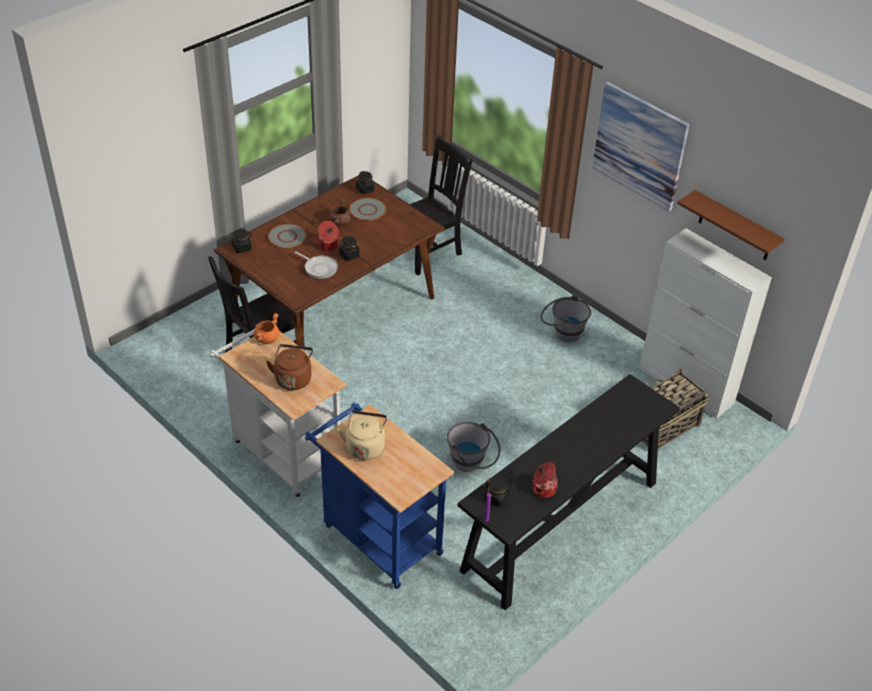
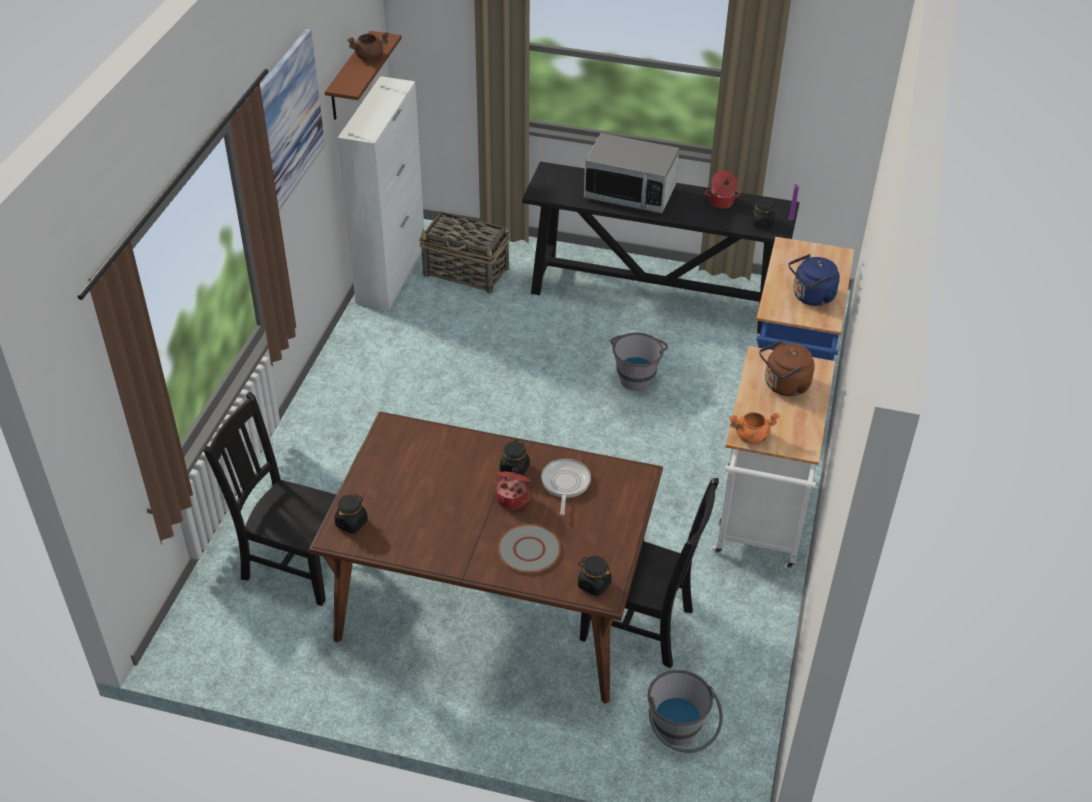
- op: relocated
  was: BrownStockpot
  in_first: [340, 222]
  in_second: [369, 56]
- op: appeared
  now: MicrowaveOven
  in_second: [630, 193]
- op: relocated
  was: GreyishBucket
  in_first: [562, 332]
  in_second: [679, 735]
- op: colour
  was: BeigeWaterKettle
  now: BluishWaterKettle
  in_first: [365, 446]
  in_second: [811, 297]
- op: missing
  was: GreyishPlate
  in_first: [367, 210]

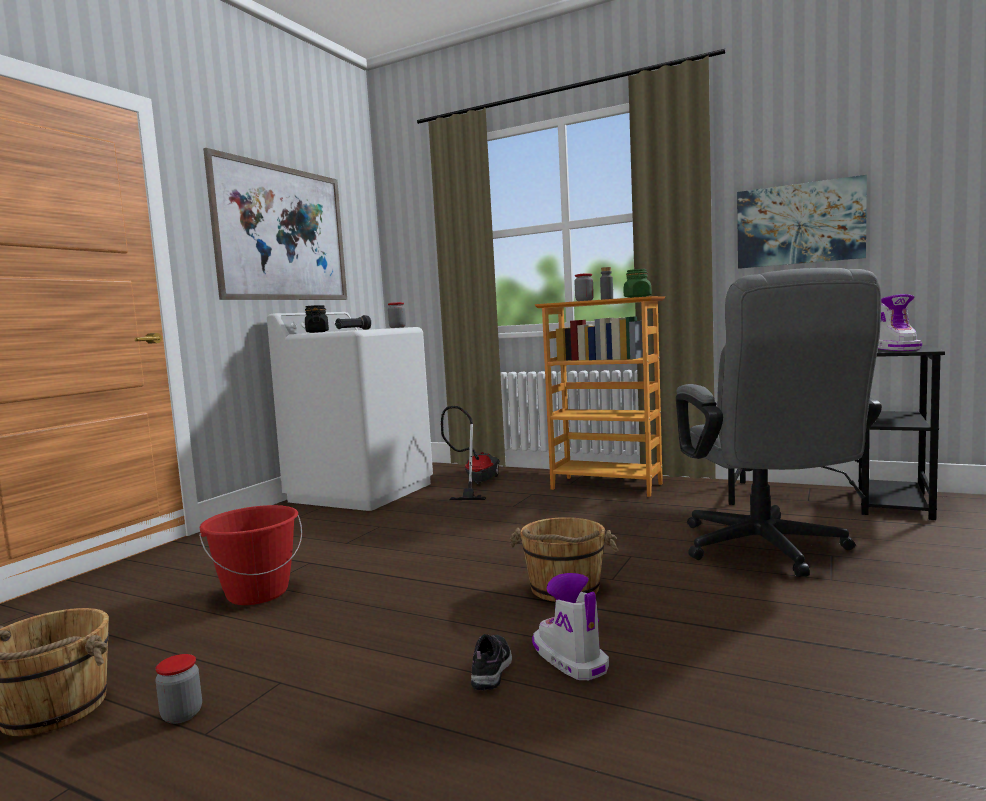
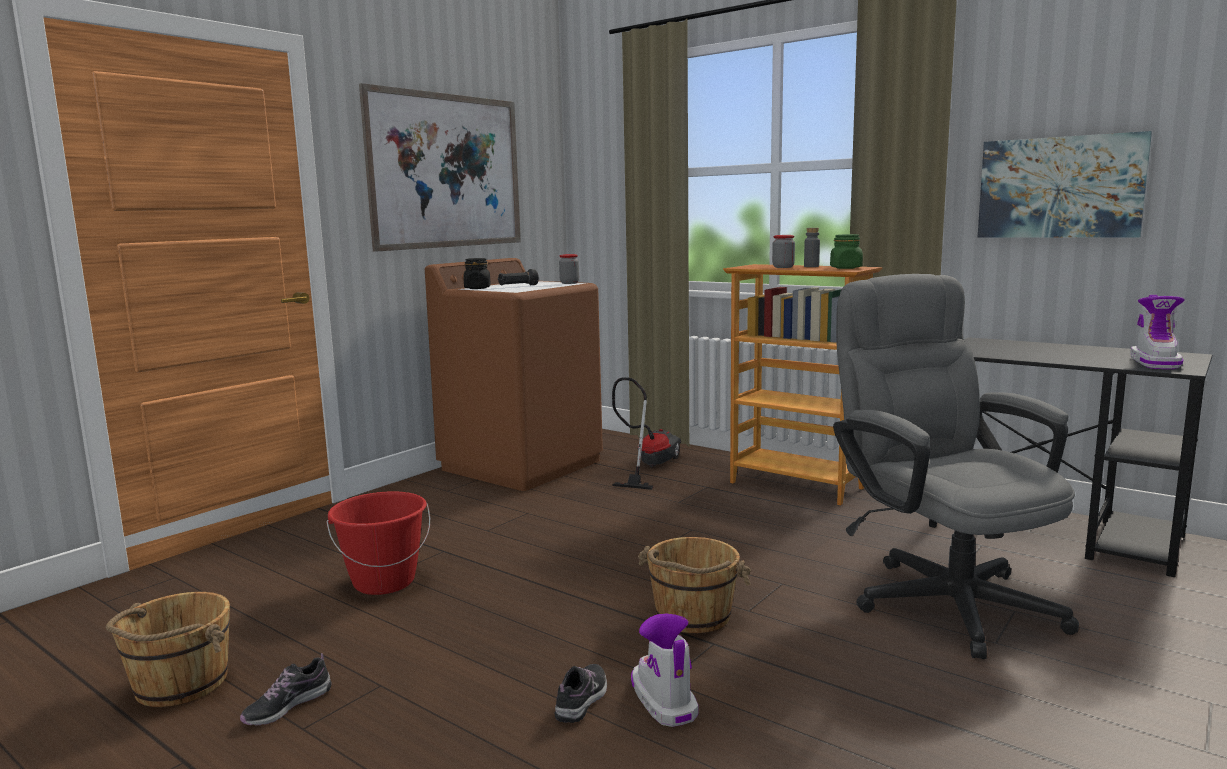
- op: exchanged
  was: StorageJar
  now: LowShoe
  in_first: [182, 715]
  in_second: [287, 706]
- op: colour
  was: WhiteLaundryMachine
  now: BrownLaundryMachine
  in_first: [361, 492]
  in_second: [522, 465]
- op: spun
  was: GreyishOfficeChair
  in_first: [768, 551]
  in_second: [942, 596]
  clockwise: 150

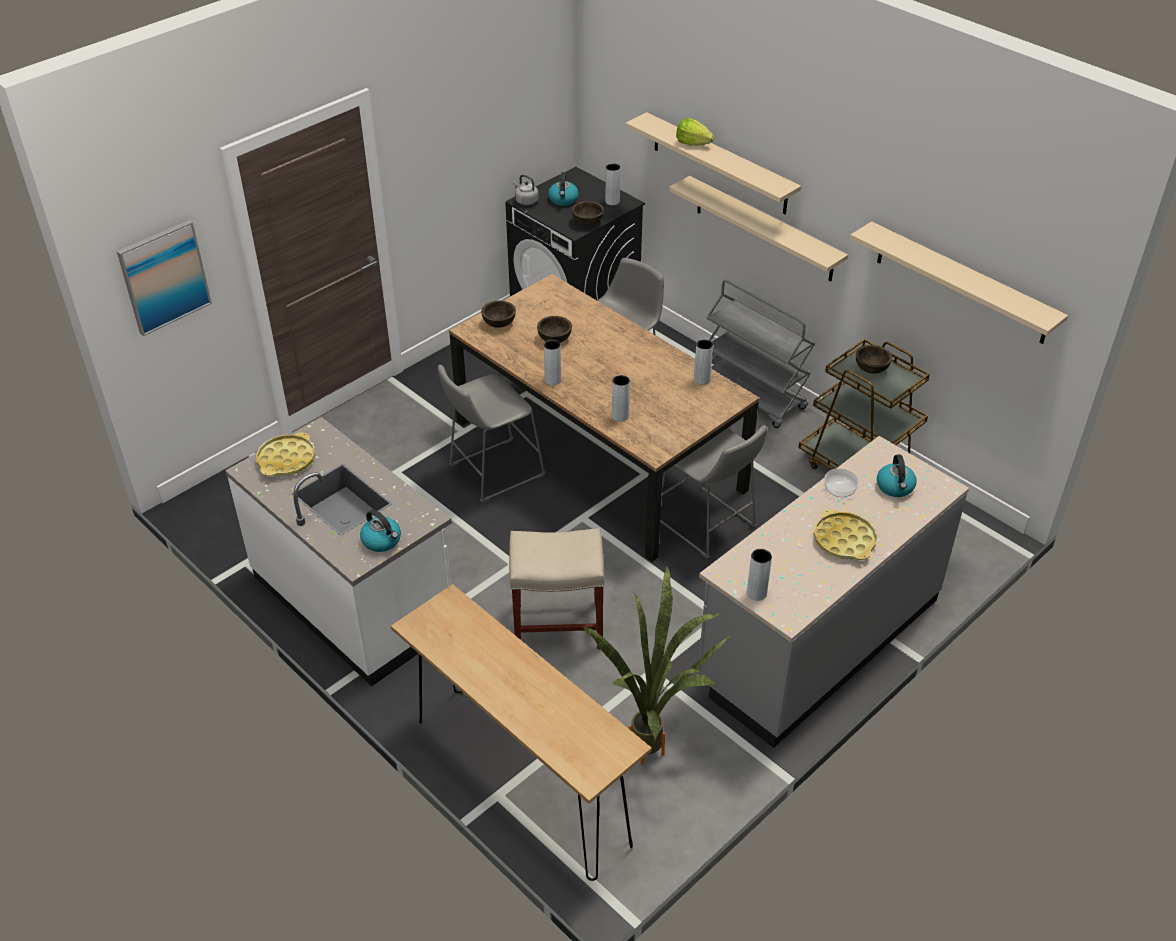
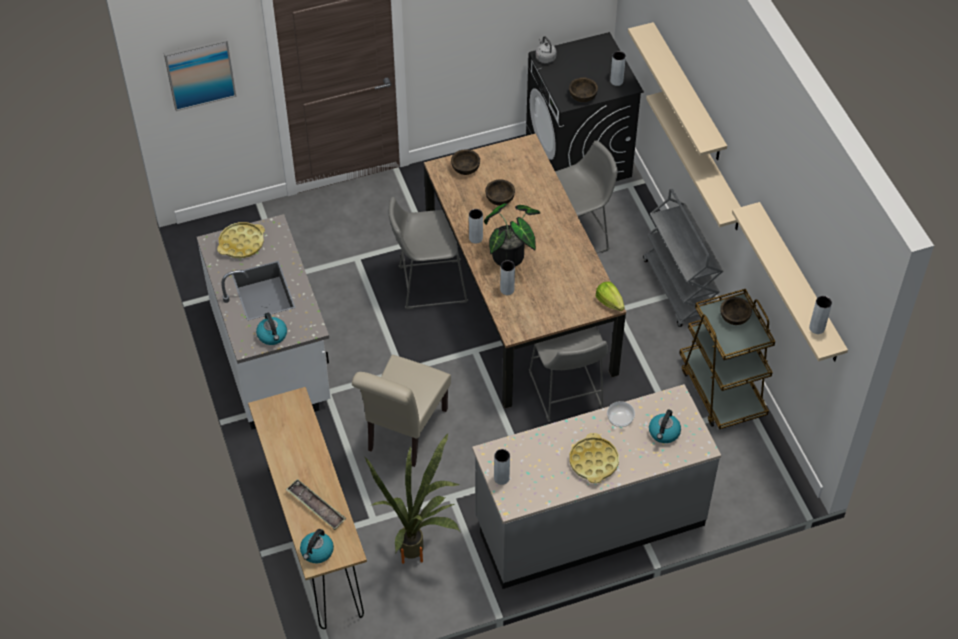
- op: appeared
  now: ServingTray
  in_second: [316, 507]
- op: relocated
  was: WaterKettle
  in_first: [563, 200]
  in_second: [317, 552]
- op: exchanged
  was: BeigeStoolSeat
  now: BeigePlainChair
  in_first: [556, 626]
  in_second: [404, 433]
- op: appeared
  now: PlantInAPot
  in_second: [512, 255]
- op: relocated
  was: Lettuce
  in_first: [693, 143]
  in_second: [609, 302]
- op: relocated
  was: GreyishDecorativeVase
  in_first: [702, 380]
  in_second: [817, 328]

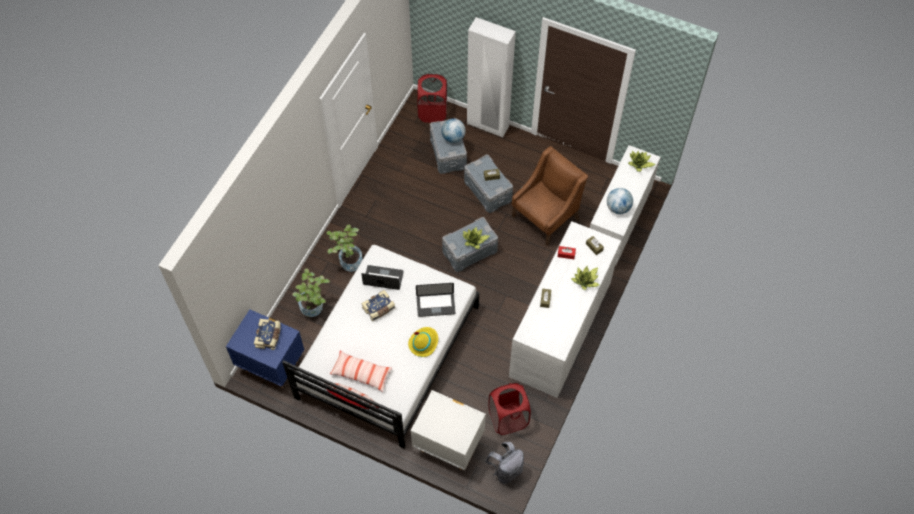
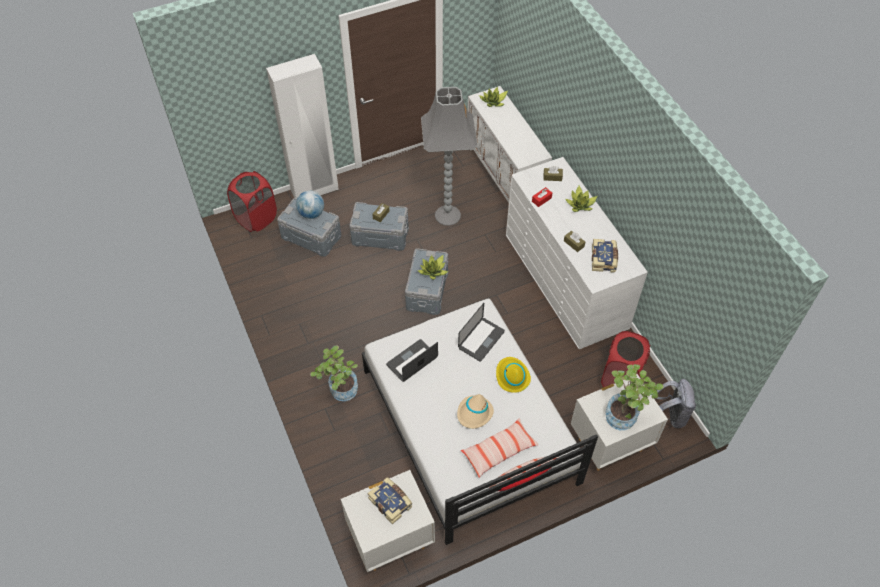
- op: colour
  was: BluishNightstand
  now: WhiteNightstand
  in_first: [272, 365]
  in_second: [391, 540]
- op: exchanged
  was: BrownArmchair
  now: GreyishStandingLamp
  in_first: [546, 217]
  in_second: [448, 215]
- op: appeared
  now: BeigeWearableHat
  in_second: [474, 413]
- op: relocated
  was: Book
  in_first: [379, 308]
  in_second: [604, 259]
- op: relocated
  was: PlantInAPot
  in_first: [314, 308]
  in_second: [624, 415]
- op: missing
  was: Globe
  in_first: [618, 208]

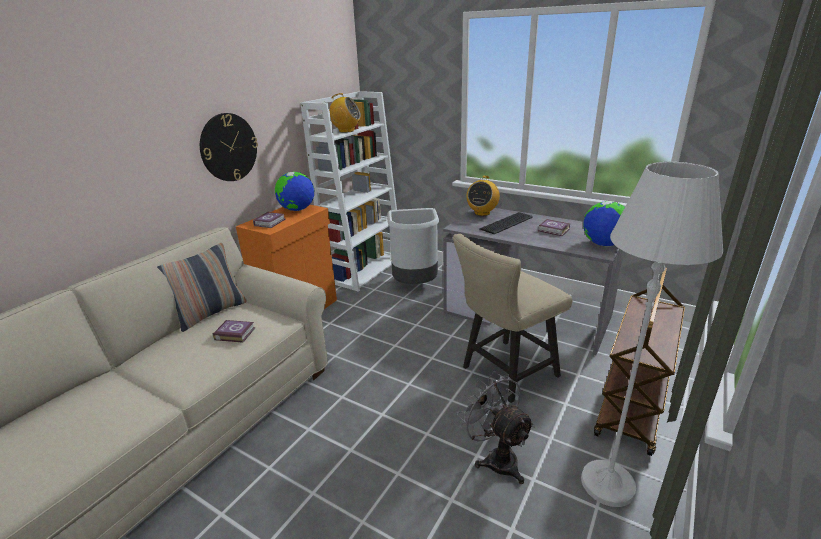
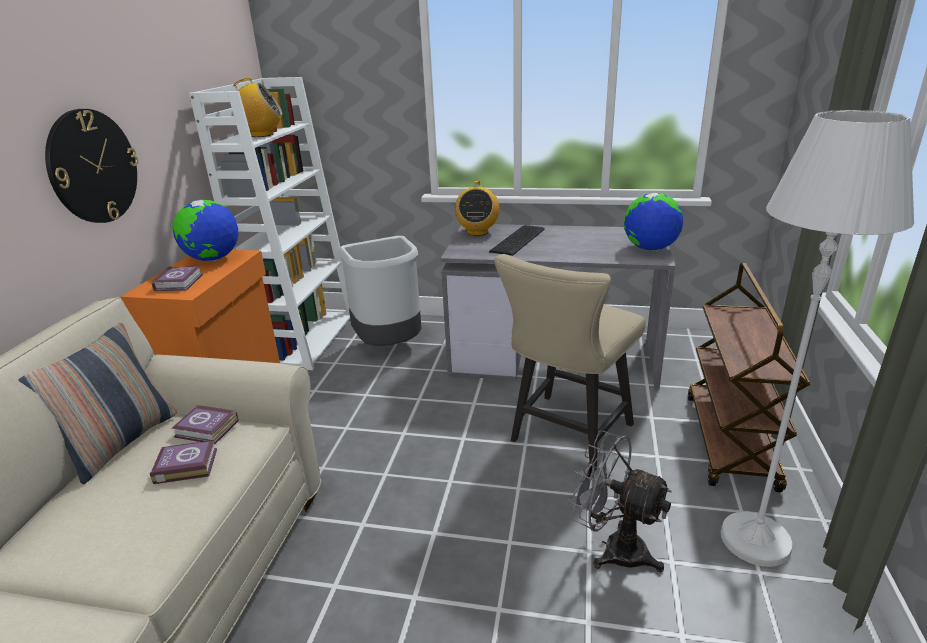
- op: relocated
  was: Book
  in_first: [554, 230]
  in_second: [207, 429]

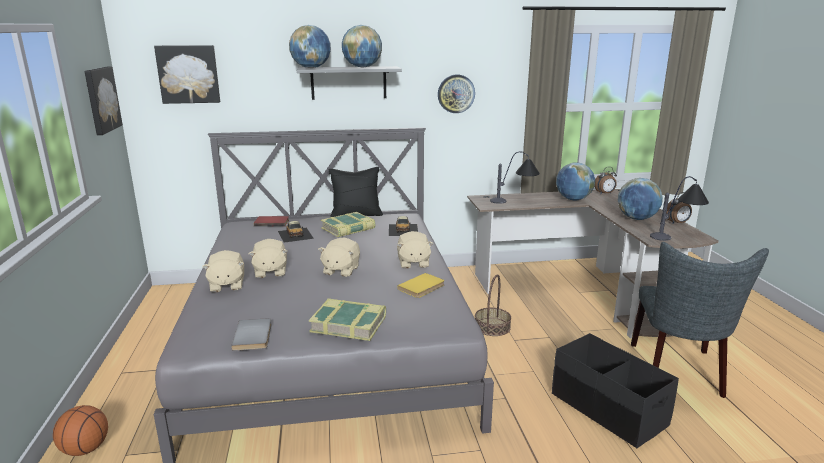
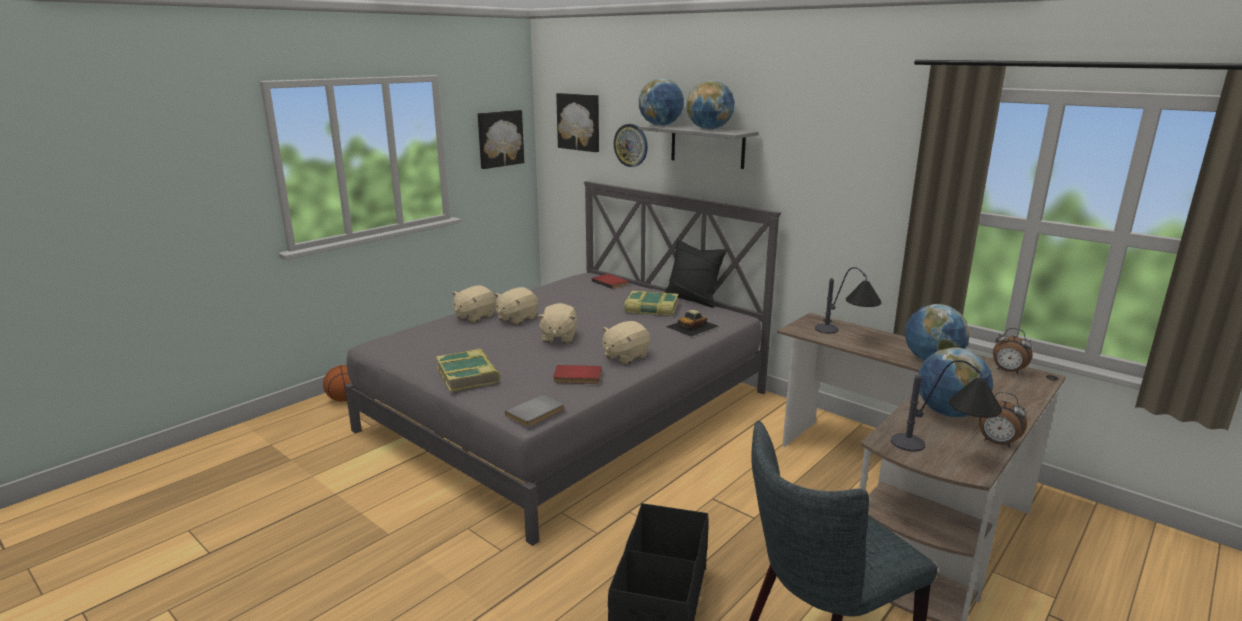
- op: relocated
  was: GreyishBook
  in_first: [254, 336]
  in_second: [537, 413]
- op: spun
  was: BeigePlushToy
  in_first: [340, 270]
  in_second: [558, 337]
  clockwise: -60
- op: colour
  was: YellowColouredBook
  now: RedColouredBook
  in_first: [422, 287]
  in_second: [577, 377]
- op: relocated
  was: ClockOnTheWall
  in_first: [456, 93]
  in_second: [631, 145]
- op: missing
  was: MiniatureCar
  in_first: [295, 234]
- op: missing
  was: Basket
  in_first: [492, 327]

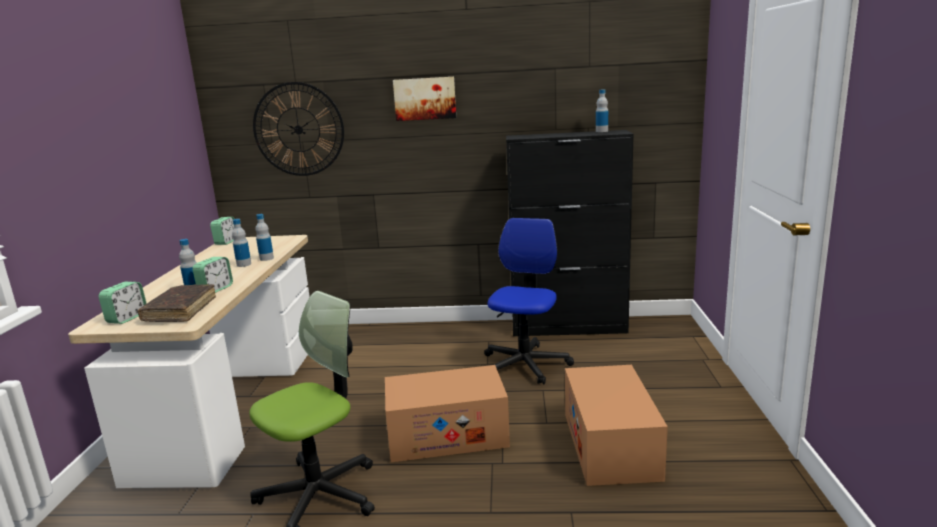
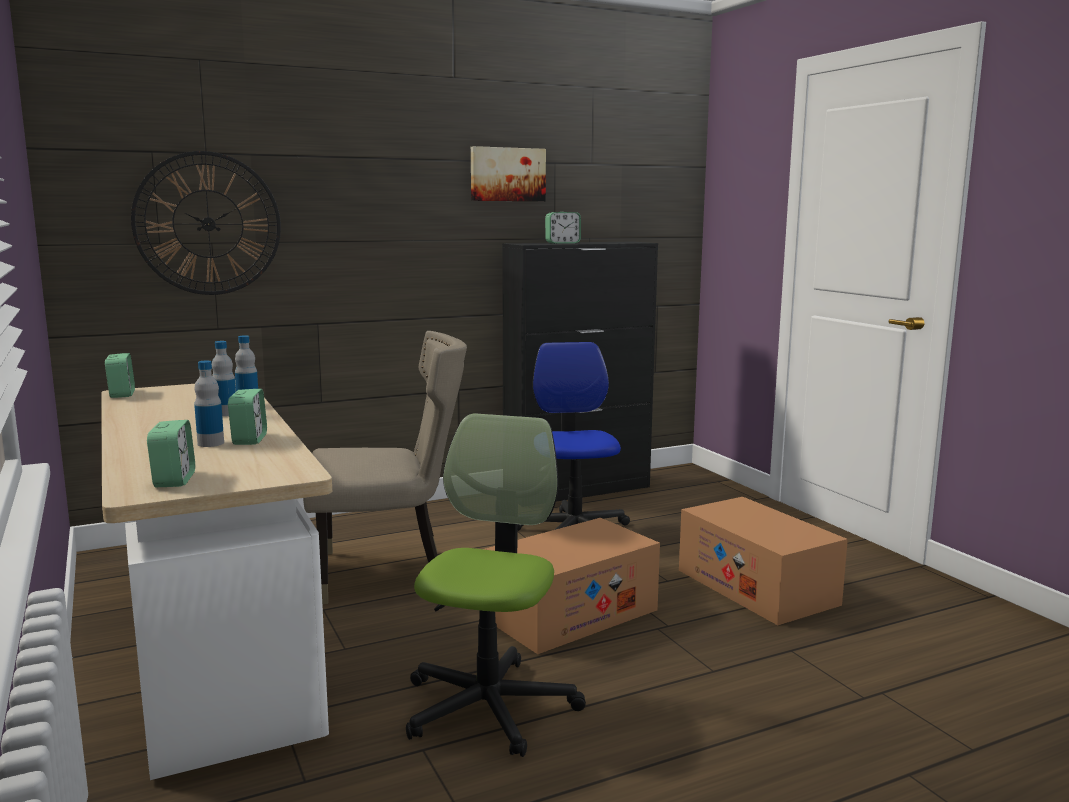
- op: appeared
  now: BeigePlainChair
  in_second: [388, 572]
- op: relocated
  was: WallArt
  in_first: [425, 98]
  in_second: [507, 174]
- op: appeared
  now: TableClock
  in_second: [562, 243]
- op: missing
  was: BrownBook
  in_first: [180, 310]
- op: missing
  was: BeverageBottle
  in_first: [601, 131]

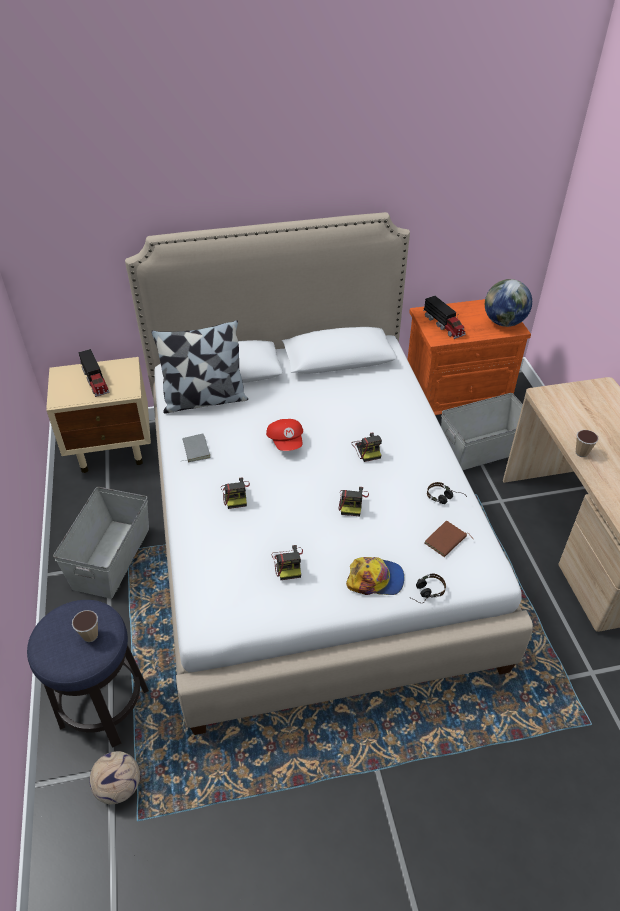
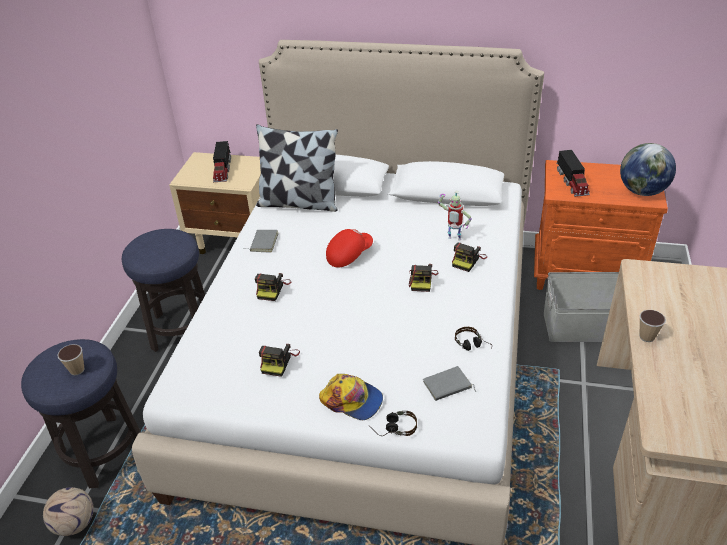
- op: exchanged
  was: GreyishStorageBin
  now: StoolSeat
  in_first: [111, 558]
  in_second: [181, 330]
- op: spun
  was: RedColouredBaseballCap
  in_first: [286, 442]
  in_second: [349, 255]
  clockwise: -135
- op: colour
  was: BrownBook
  now: GreyishBook
  in_first: [446, 541]
  in_second: [447, 386]
- op: appeared
  now: ToyRobot
  in_second: [453, 239]
- op: relocated
  was: StillCamera
  in_first: [352, 502]
  in_second: [468, 260]

